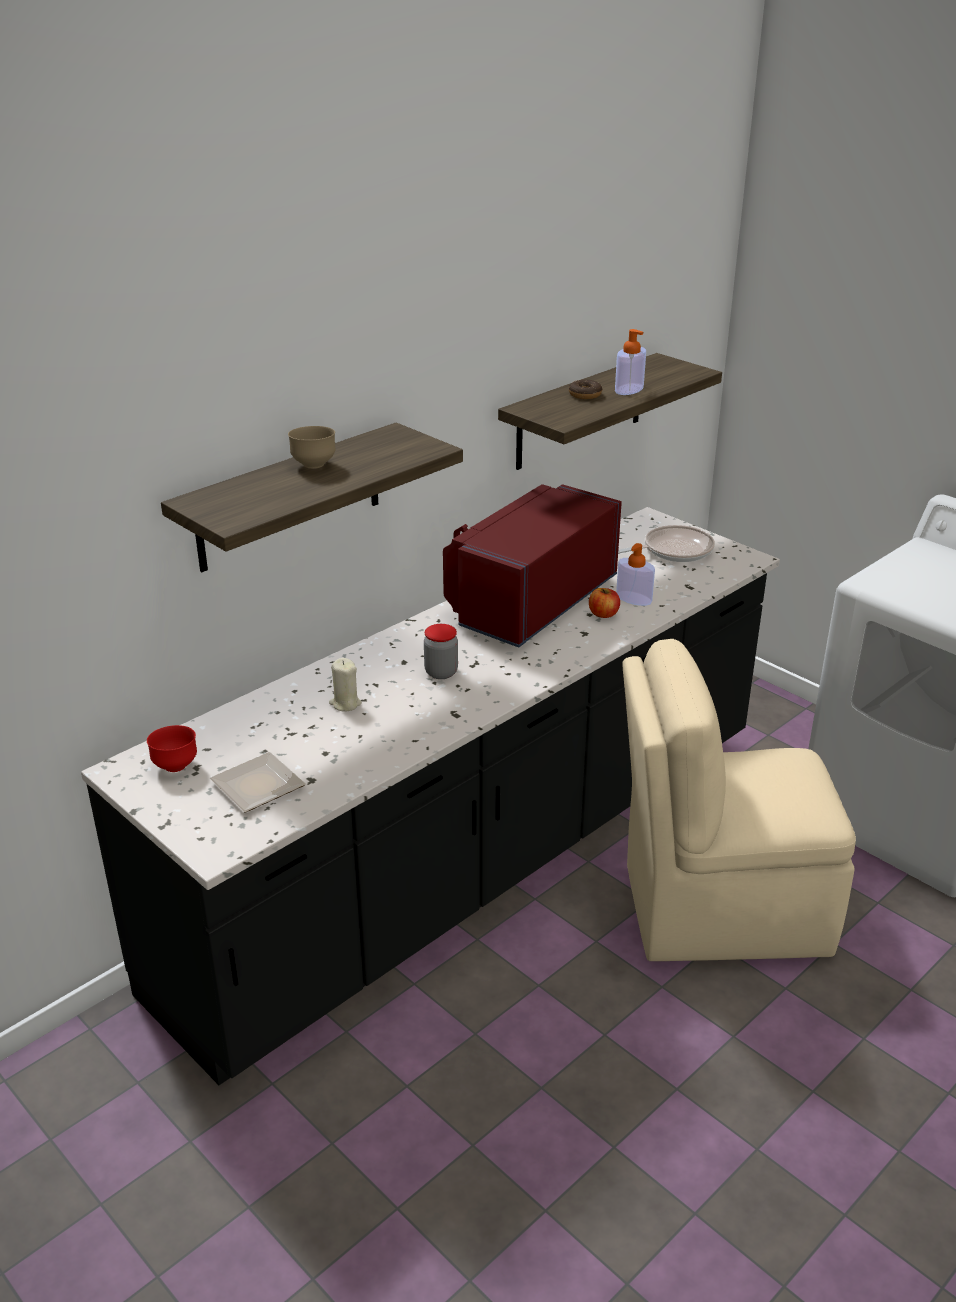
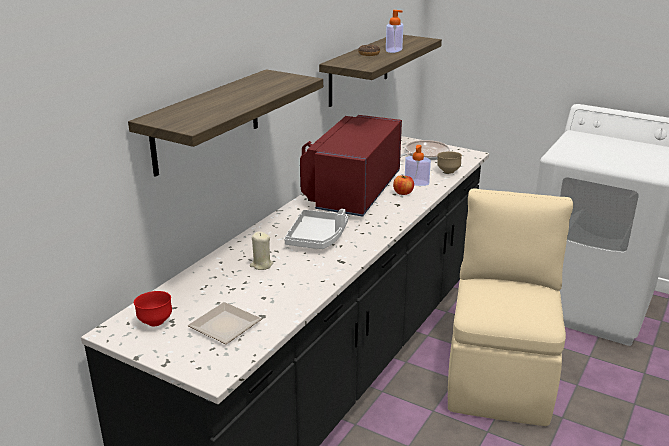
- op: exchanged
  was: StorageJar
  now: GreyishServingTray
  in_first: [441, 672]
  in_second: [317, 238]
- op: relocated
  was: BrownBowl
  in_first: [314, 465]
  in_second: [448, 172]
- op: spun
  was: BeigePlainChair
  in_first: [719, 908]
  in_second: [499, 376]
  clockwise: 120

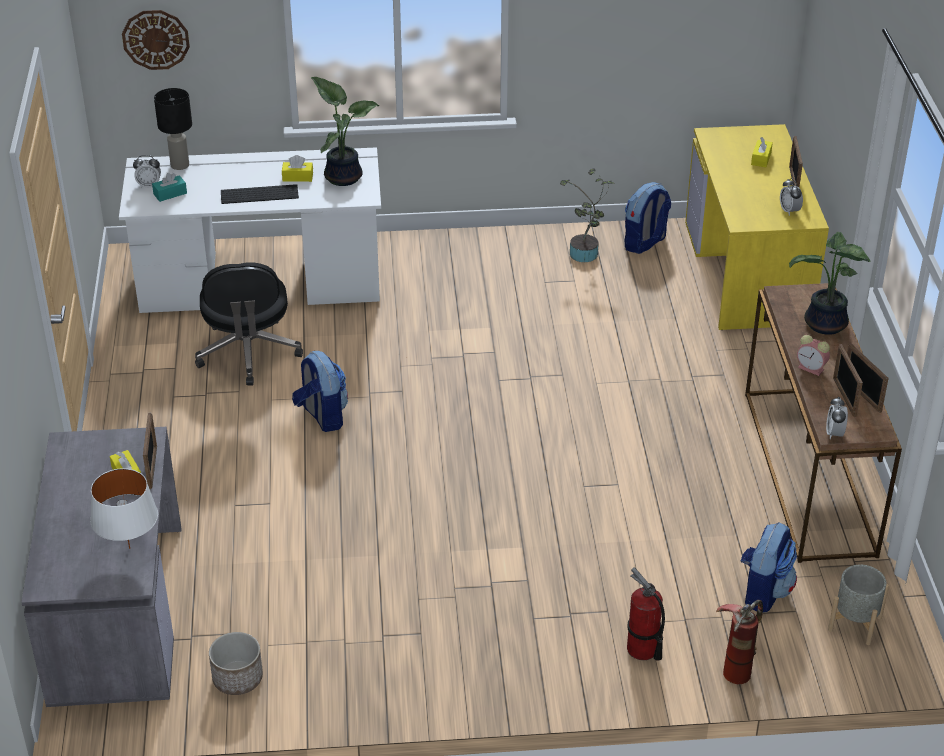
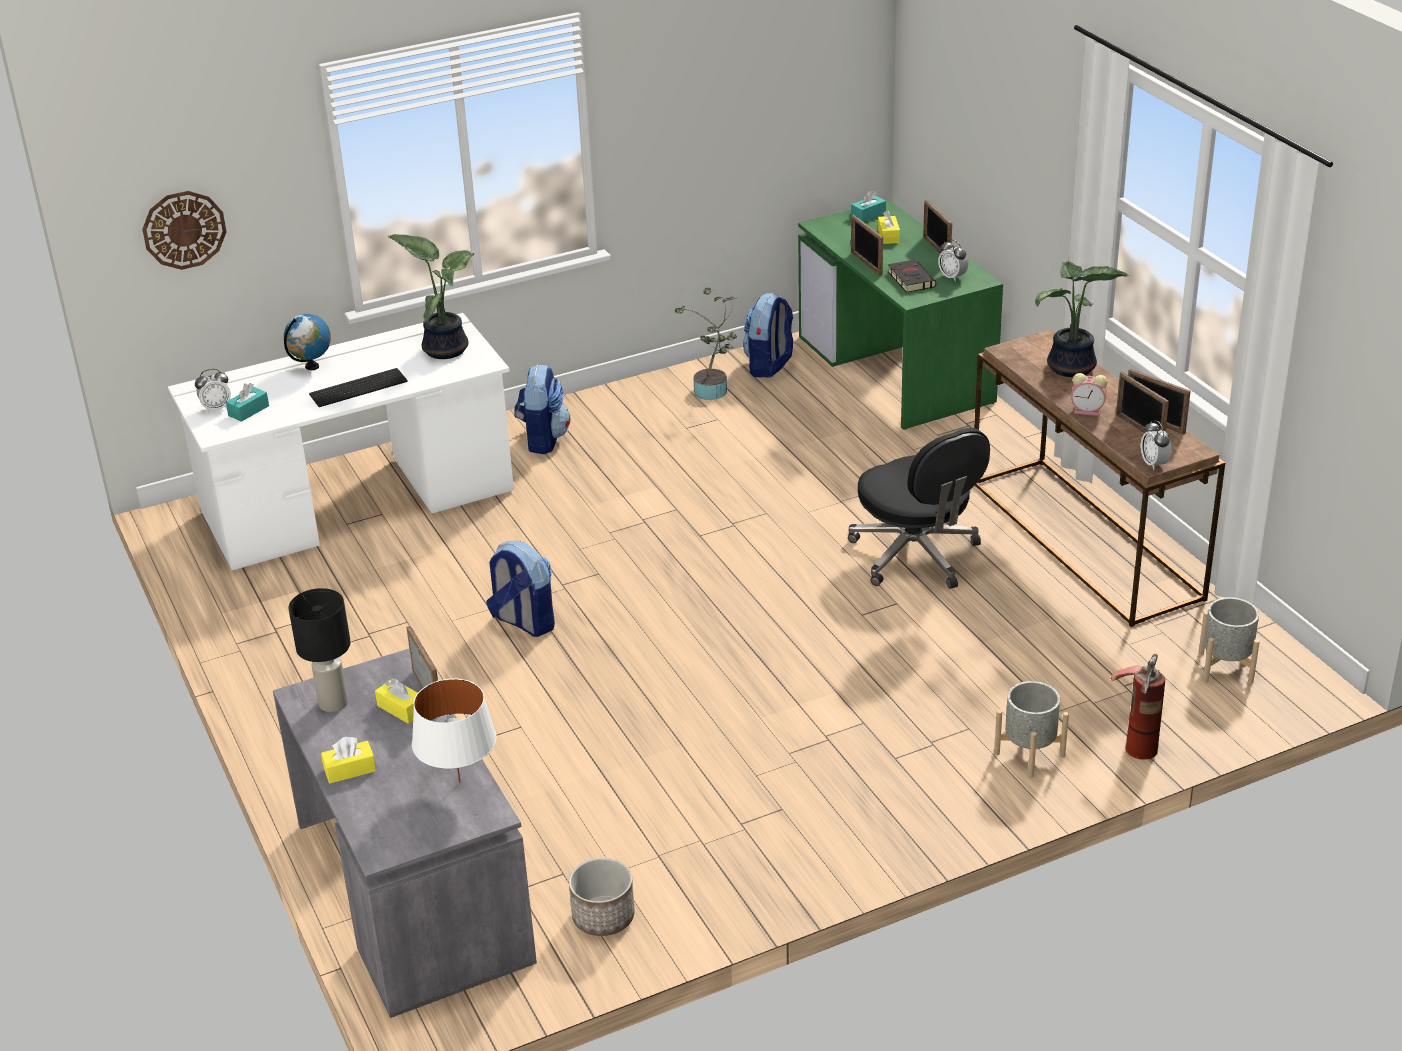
- op: appeared
  now: Globe
  in_second: [312, 366]
- op: relocated
  was: BlackishTabletopLamp
  in_first: [179, 165]
  in_second: [332, 703]
- op: relocated
  was: YellowColouredTissueHolder
  in_first: [297, 177]
  in_second: [350, 770]
- op: relocated
  was: Rucksack
  in_first: [763, 591]
  in_second: [543, 439]
- op: colour
  was: YellowColouredDesk
  now: GreenColouredDesk
  in_first: [748, 273]
  in_second: [897, 369]
- op: relocated
  was: BlackishOfficeChair
  in_first: [248, 353]
  in_second: [916, 556]
- op: appeared
  now: BlueGreenTissueHolder
  in_second: [868, 215]
- op: appeared
  now: PictureFrame
  in_second: [866, 264]
- op: appeared
  now: BlackishBook
  in_second: [910, 279]
- op: exchanged
  was: FireExtinguisher
  now: GreyishPlantPot
  in_first: [642, 649]
  in_second: [1029, 755]

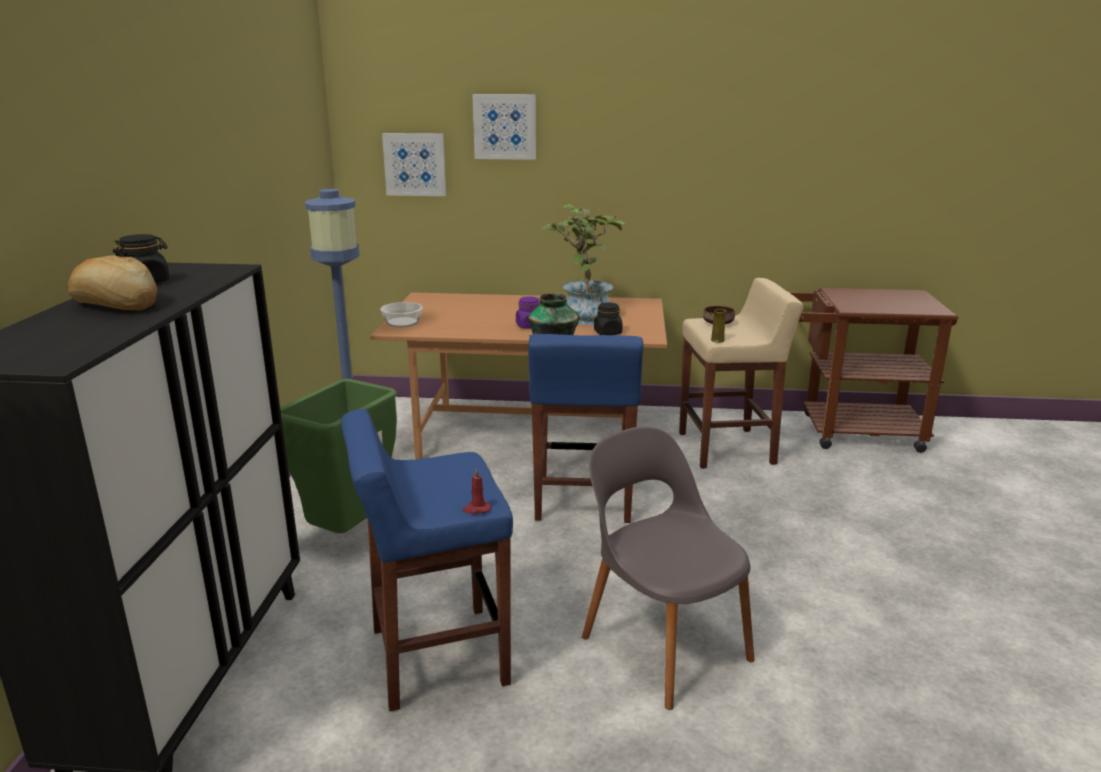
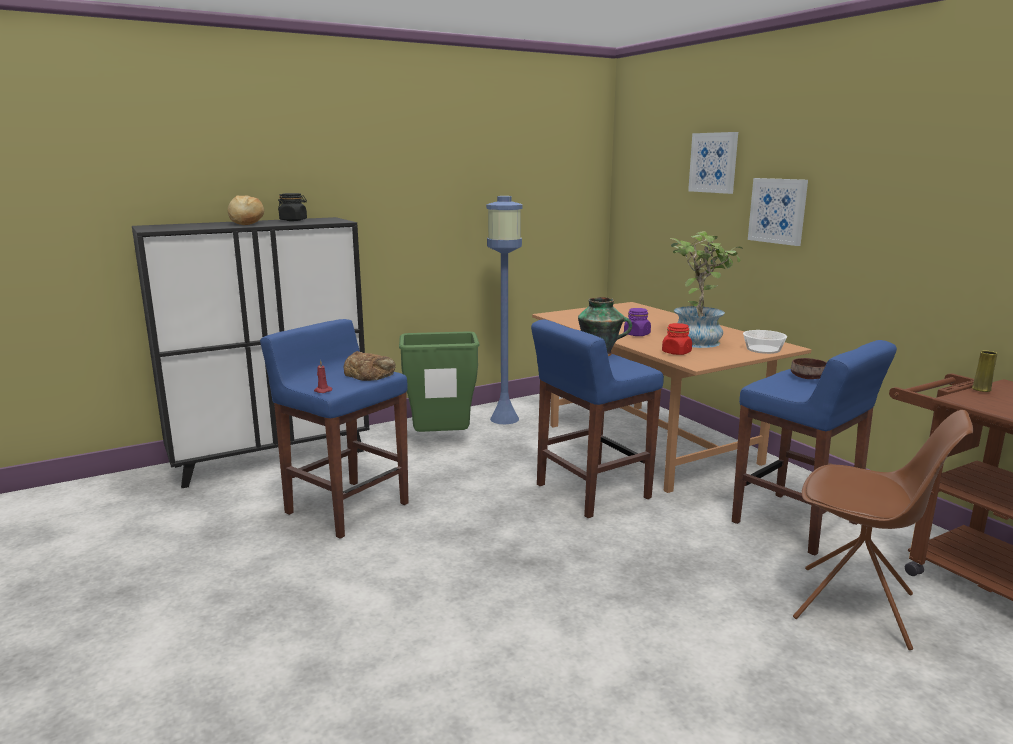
- op: appeared
  now: BakeryBread
  in_second: [369, 373]
- op: colour
  was: BlackishStorageJar
  now: RedColouredStorageJar
  in_first: [608, 333]
  in_second: [676, 352]
- op: colour
  was: BeigeStoolSeat
  now: BluishStoolSeat
  in_first: [728, 448]
  in_second: [796, 524]
- op: relocated
  was: Bowl
  in_first: [402, 322]
  in_second: [763, 349]
- op: relocated
  was: WallArt
  in_first: [415, 164]
  in_second: [778, 211]
- op: appeared
  now: BrownPlainChair
  in_second: [857, 607]
- op: relocated
  was: YellowColouredDecorativeVase
  in_first: [717, 340]
  in_second: [981, 389]
- op: missing
  was: GreyishPlainChair
  in_first: [663, 645]

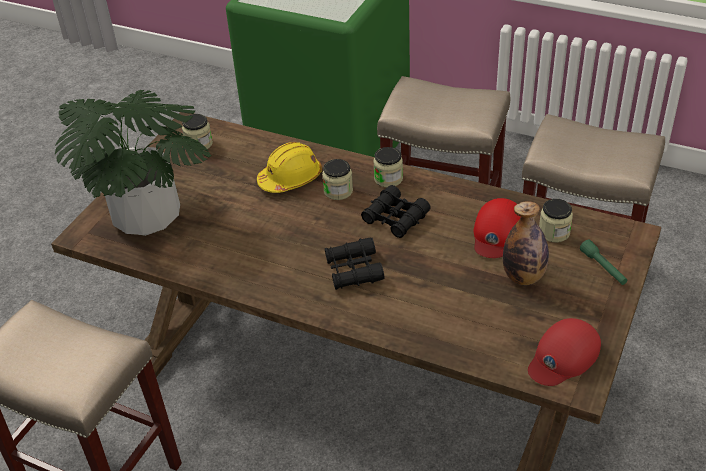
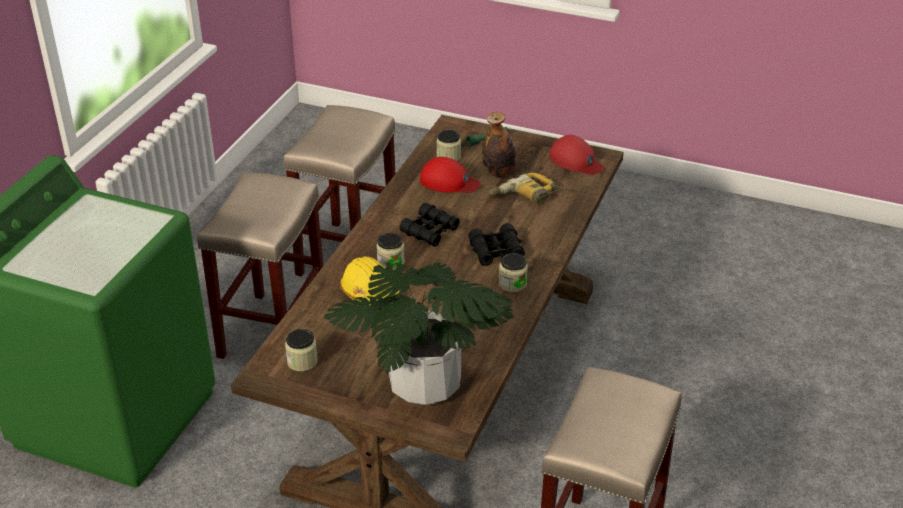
- op: appeared
  now: Drill
  in_second: [527, 197]
- op: relocated
  was: StorageJar
  in_first: [388, 179]
  in_second: [512, 284]

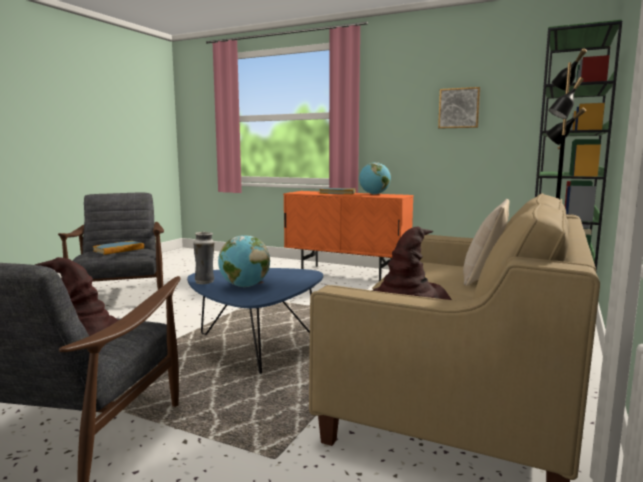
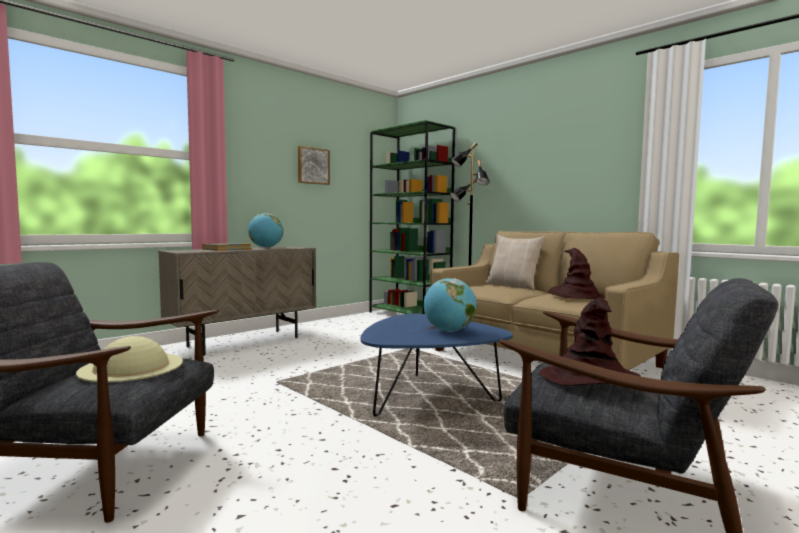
- op: exchanged
  was: Book
  now: BeigeWearableHat
  in_first: [119, 250]
  in_second: [131, 367]
- op: colour
  was: OrangeColouredCupboard
  now: BeigeCupboard
  in_first: [346, 274]
  in_second: [244, 342]
- op: missing
  was: DecorativeVase
  in_first: [205, 282]

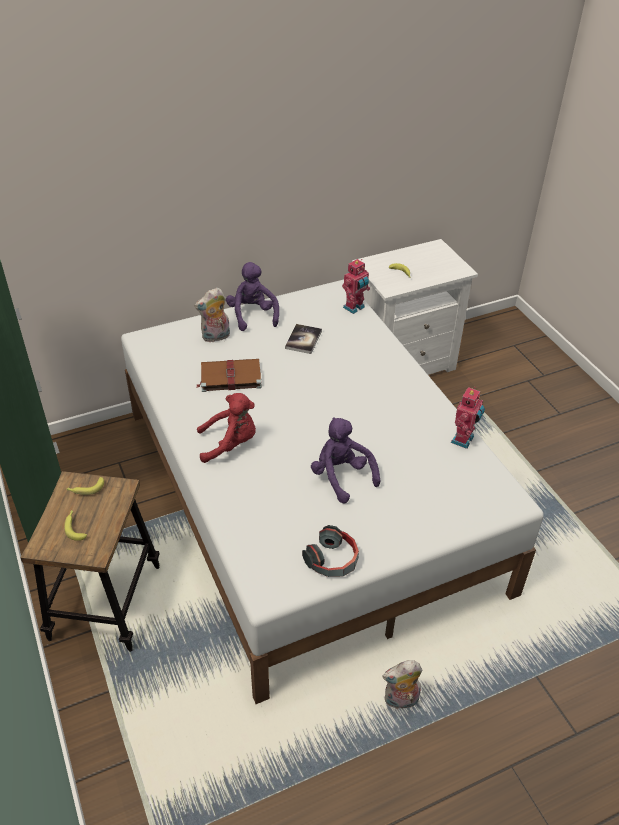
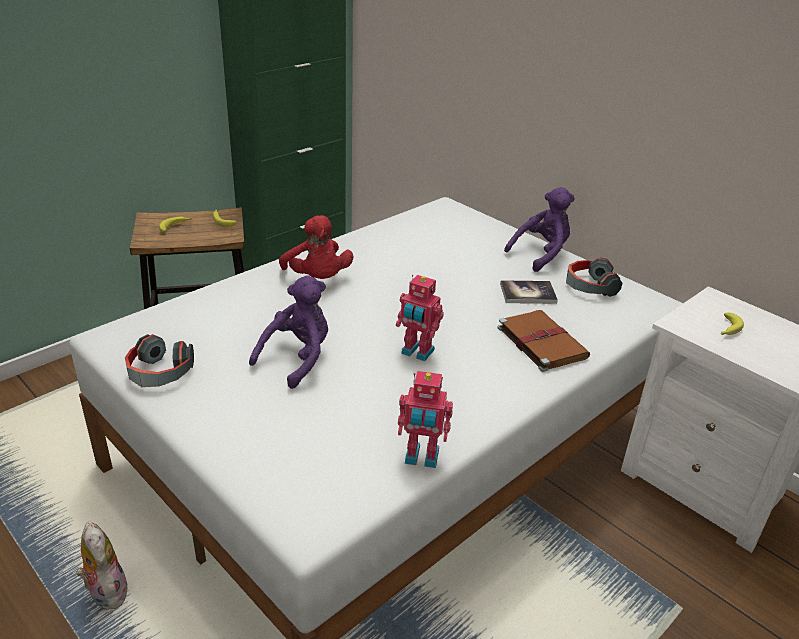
- op: relocated
  was: ToyRobot
  in_first: [355, 308]
  in_second: [417, 352]
- op: relocated
  was: BrownBook
  in_first: [229, 377]
  in_second: [540, 341]
- op: appeared
  now: Headphones
  in_second: [589, 286]
- op: missing
  was: PlushToy
  in_first: [215, 337]

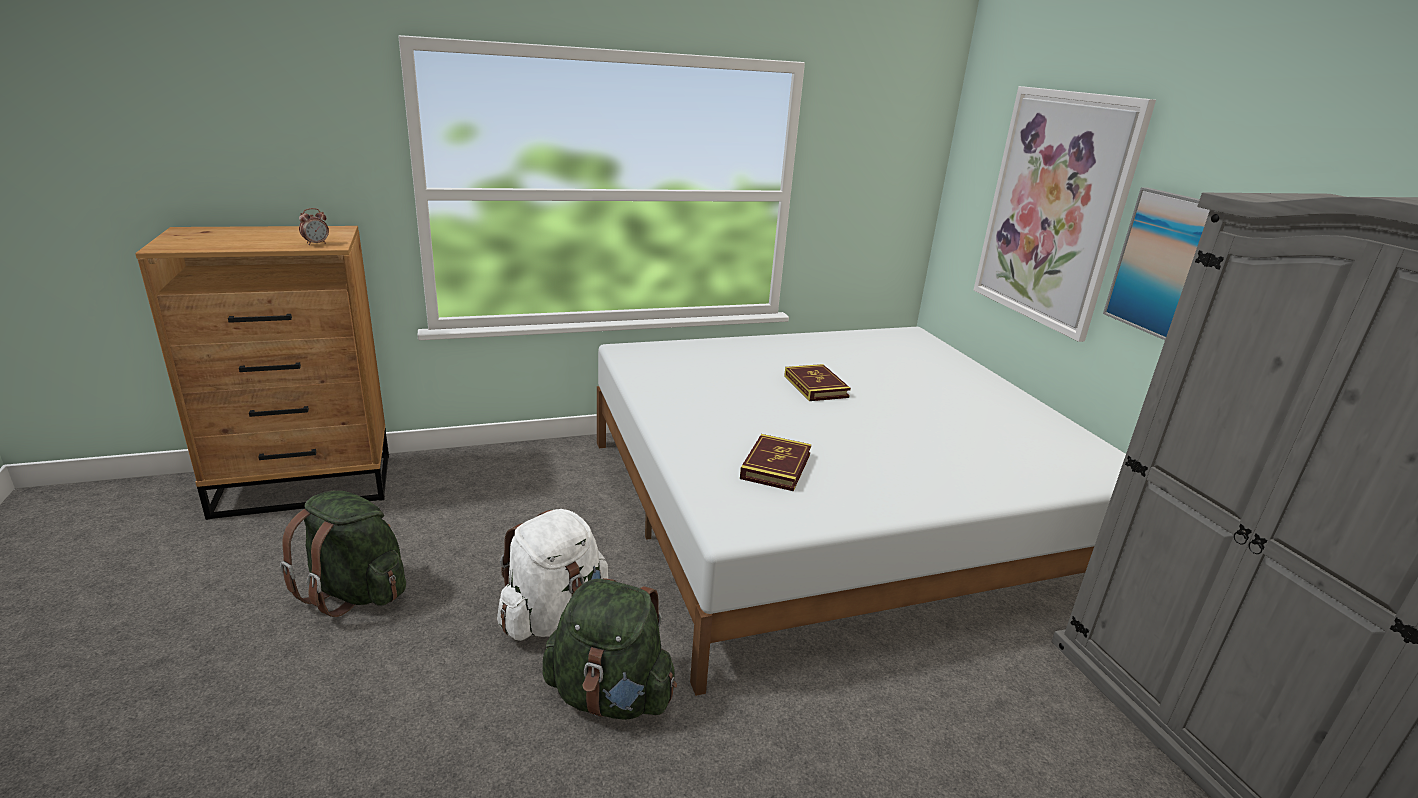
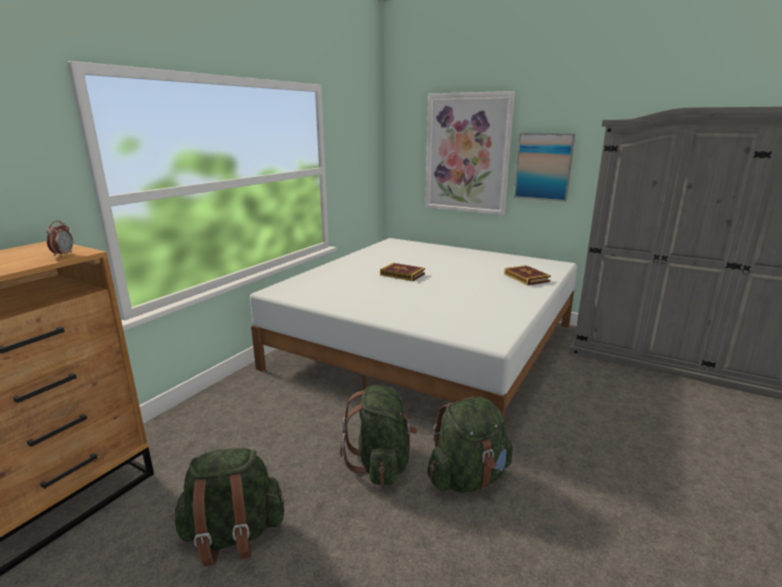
- op: colour
  was: WhiteRucksack
  now: GreenColouredRucksack
  in_first: [554, 616]
  in_second: [381, 463]
- op: relocated
  was: Book
  in_first: [776, 466]
  in_second: [526, 278]

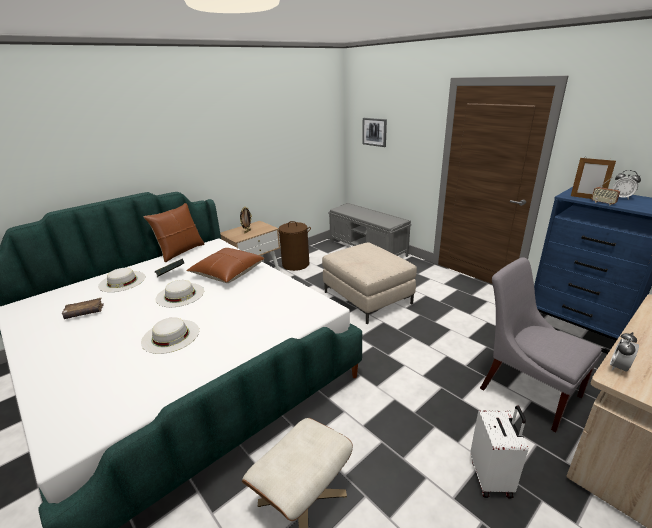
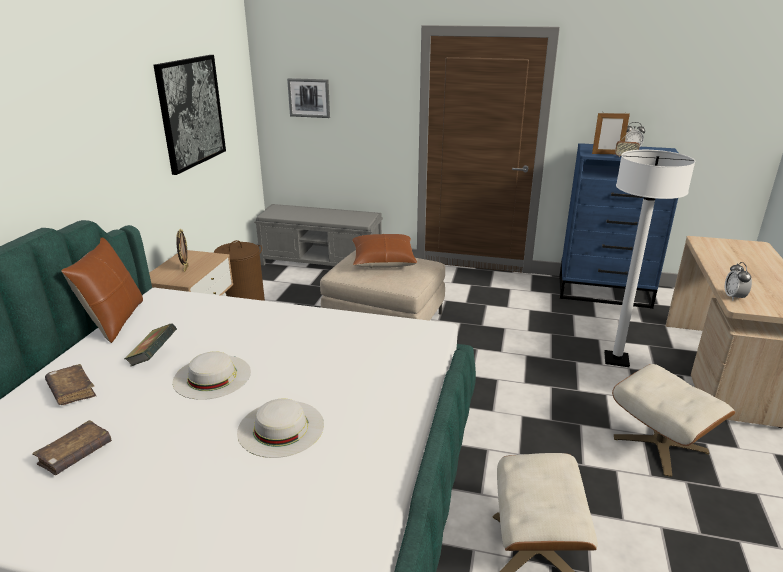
- op: exchanged
  was: WhiteWearableHat
  now: BrownBook
  in_first: [122, 281]
  in_second: [72, 391]
- op: appeared
  now: WallArt
  in_second: [191, 112]
- op: relocated
  was: BrownThrowPillow
  in_first: [227, 273]
  in_second: [383, 261]
- op: exchanged
  was: GreyishPlainChair
  now: WhiteStandingLamp
  in_first: [526, 389]
  in_second: [616, 360]
- op: exchanged
  was: WhitePieceOfLuggage
  now: BeigeFootrest
  in_first: [492, 478]
  in_second: [660, 444]

